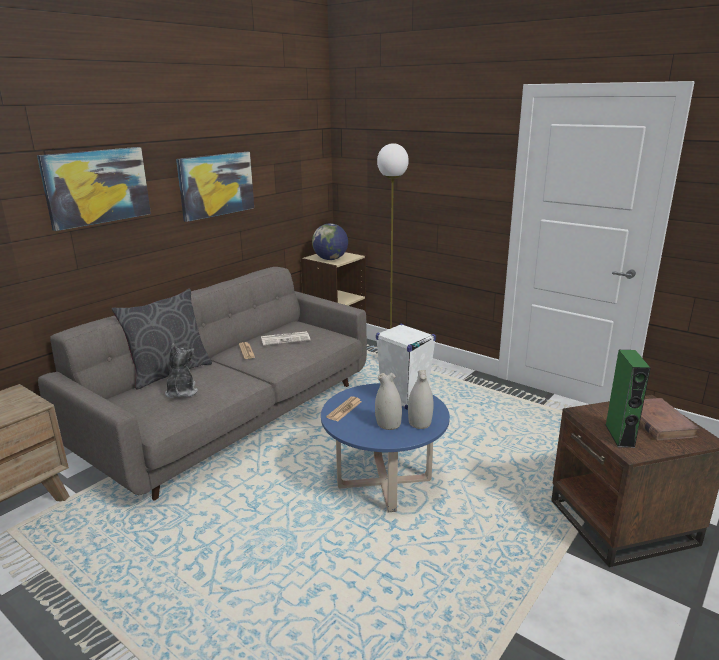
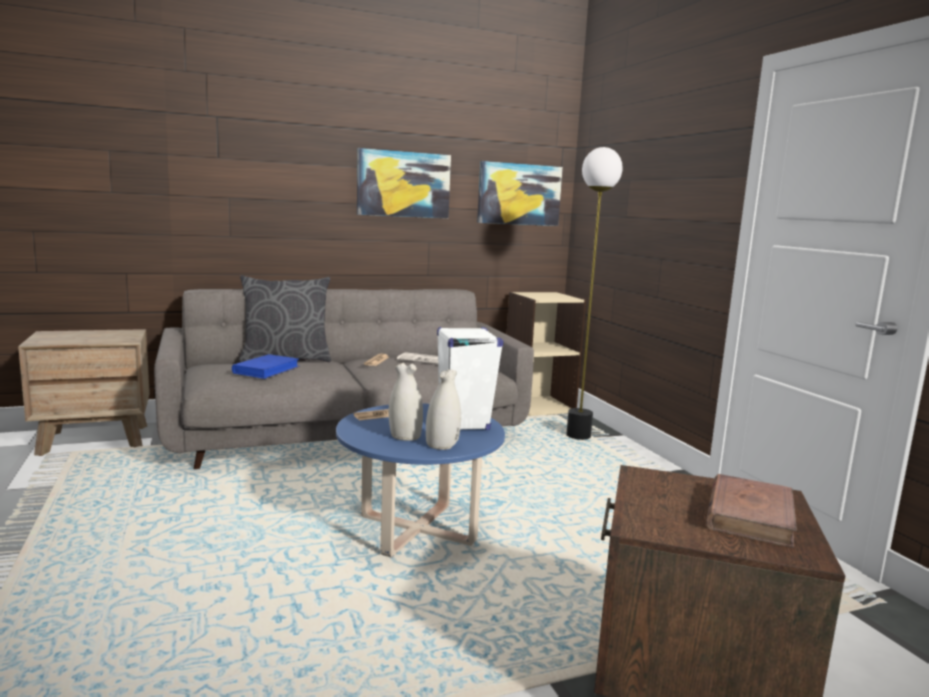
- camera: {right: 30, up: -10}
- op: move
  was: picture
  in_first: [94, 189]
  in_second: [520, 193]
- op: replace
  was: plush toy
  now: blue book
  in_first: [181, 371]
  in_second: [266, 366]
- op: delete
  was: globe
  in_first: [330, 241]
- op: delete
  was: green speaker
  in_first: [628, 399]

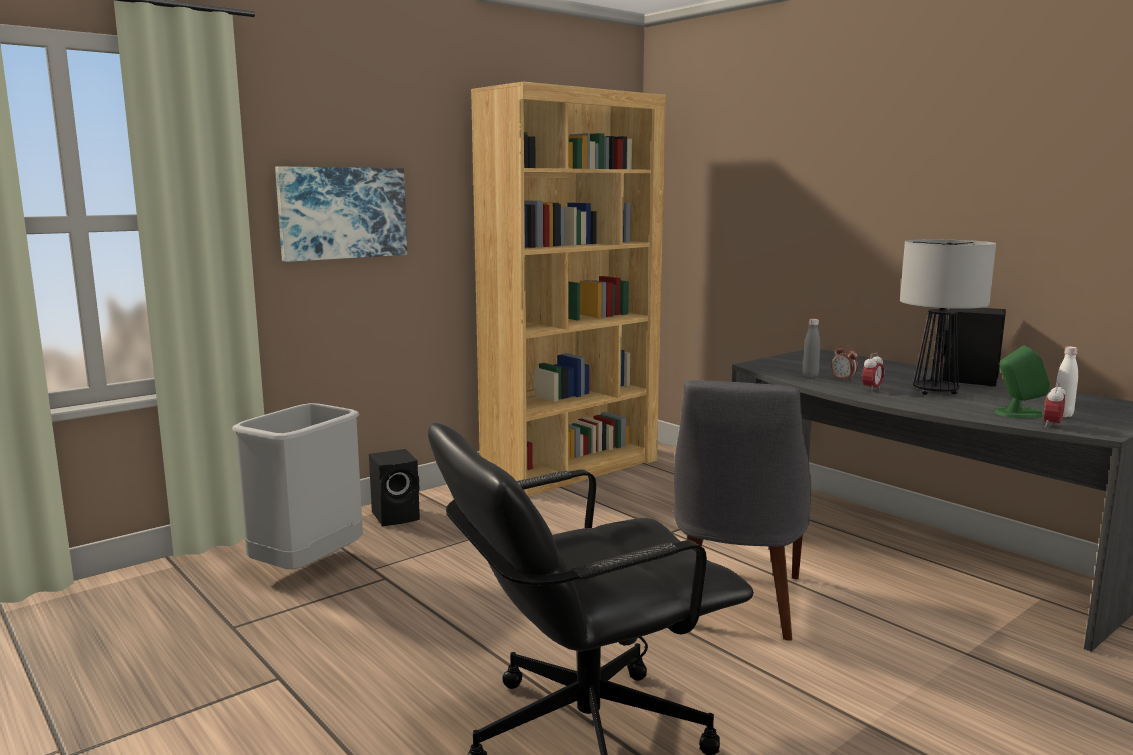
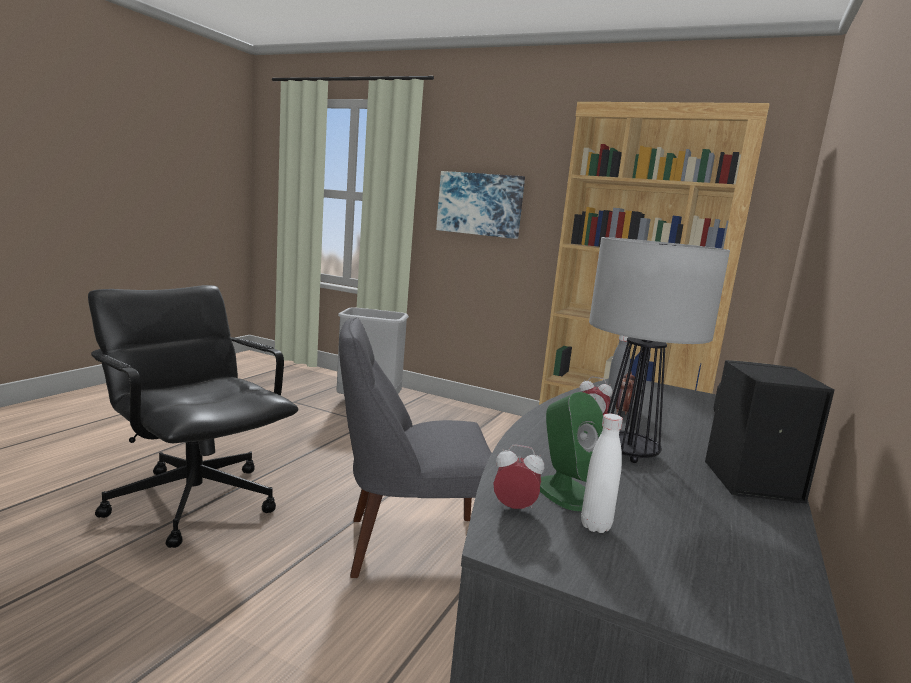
- camera: {right: 65, up: 0}
- op: delete
  was: black speaker
  in_first: [394, 487]

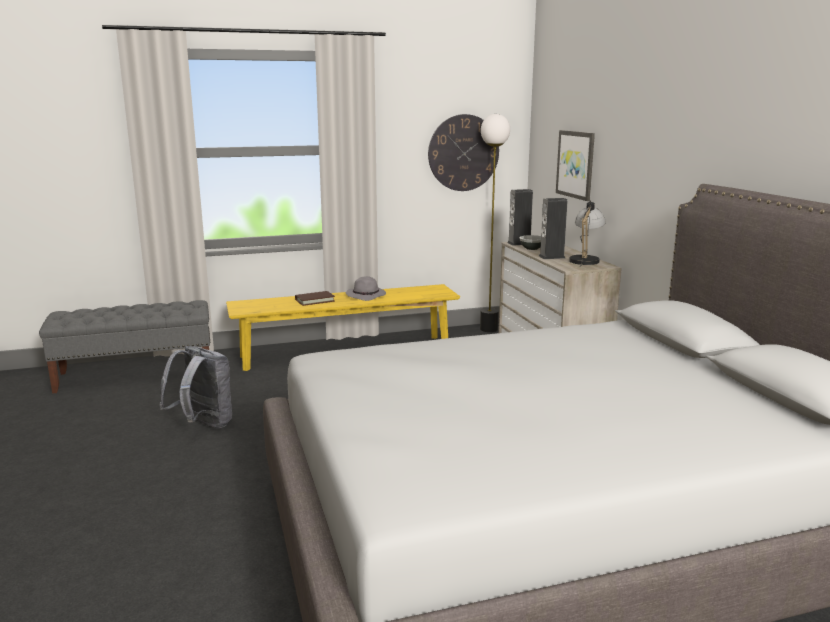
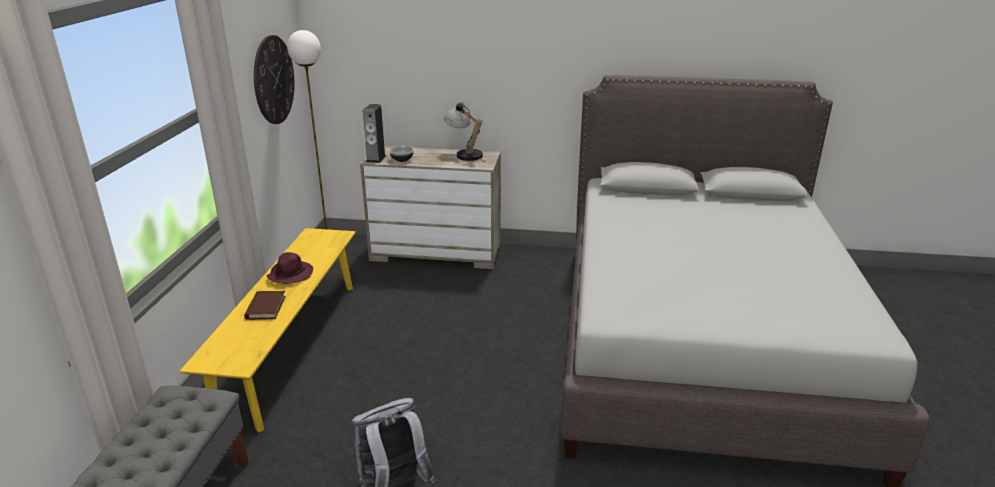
- camera: {right: -65, up: 10}
- op: recolor
  was: grey hat
  now: purple hat
  in_first: [366, 288]
  in_second: [290, 268]
- op: delete
  was: speaker
  in_first: [553, 228]
- op: delete
  was: picture
  in_first: [575, 165]

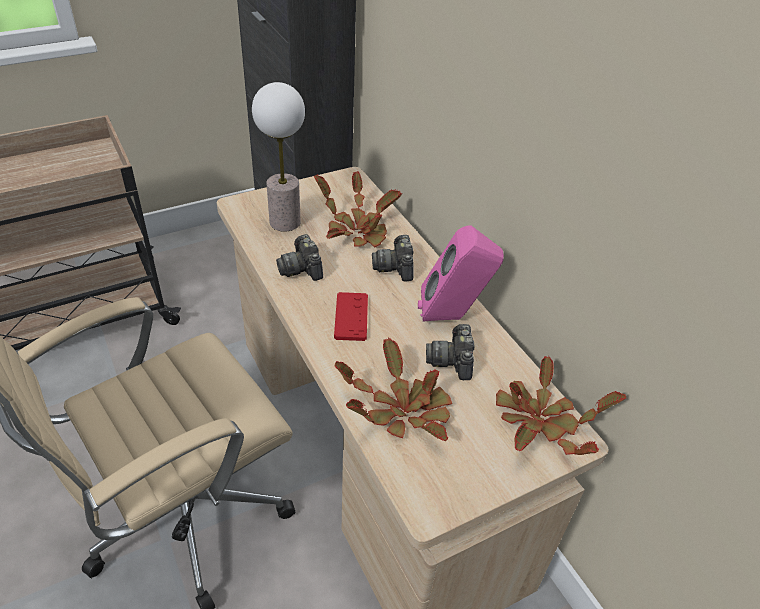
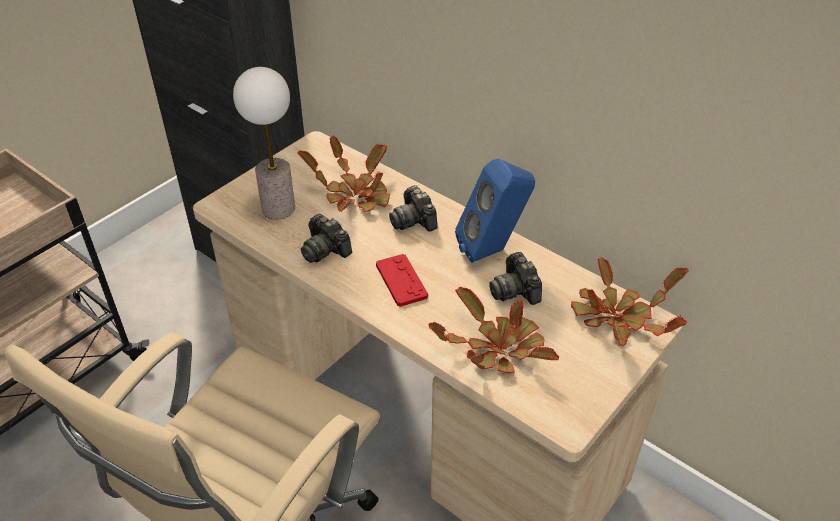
- camera: {right: -20, up: 0}
- op: recolor
  was: pink speaker
  now: blue speaker
  in_first: [461, 273]
  in_second: [495, 211]

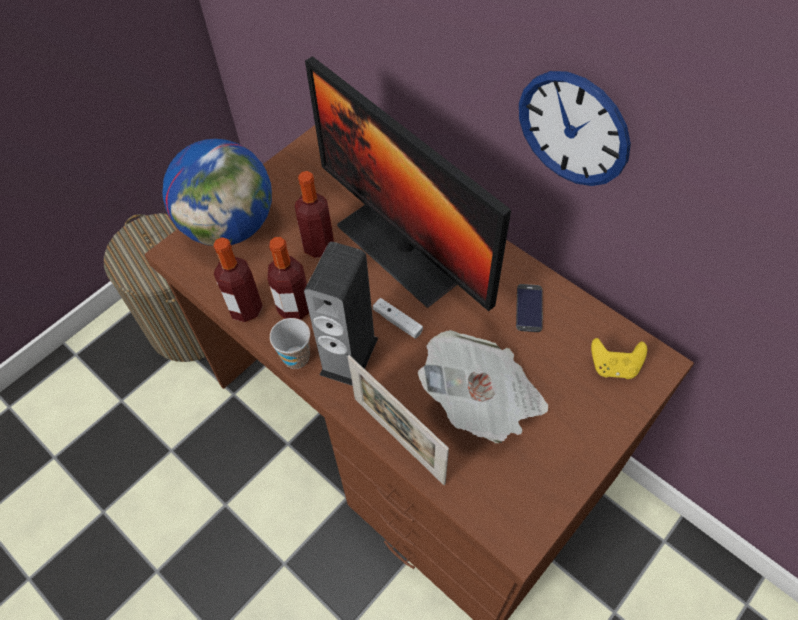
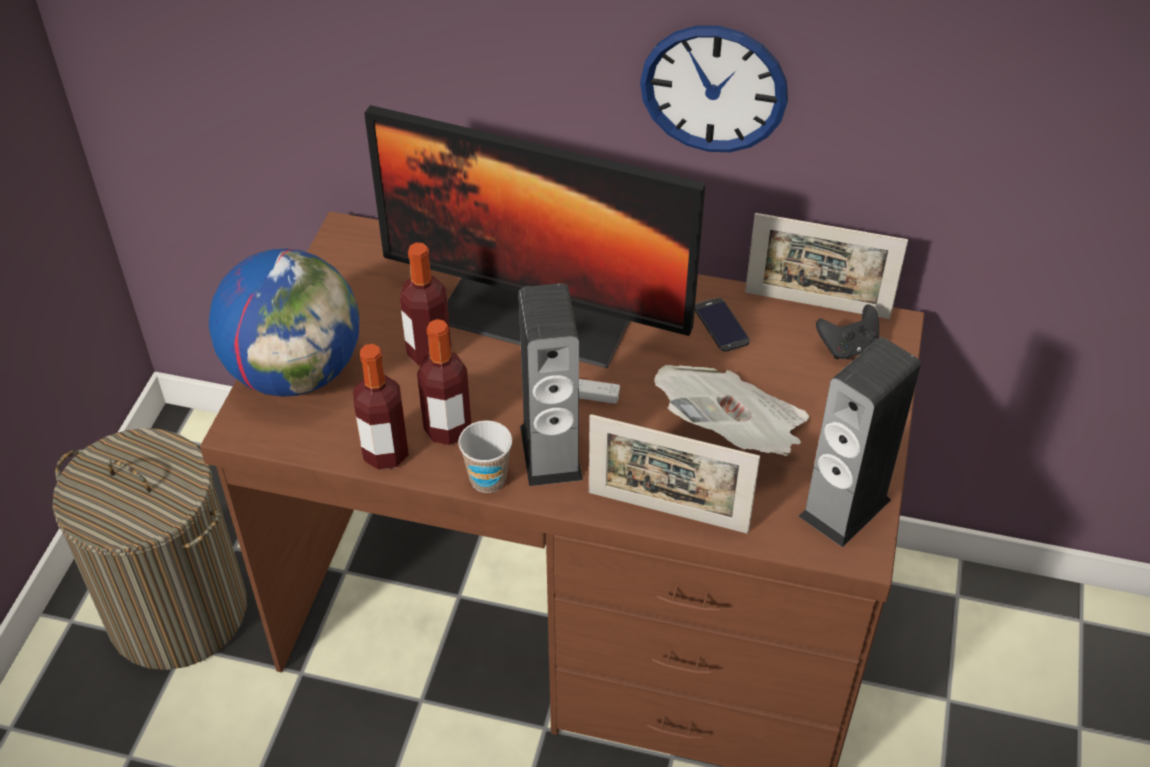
- camera: {right: -30, up: -10}
- op: recolor
  was: yellow game controller
  now: black game controller
  in_first: [619, 358]
  in_second: [847, 331]
- op: insert
  now: picture frame
  in_second: [826, 266]
- op: insert
  now: speaker
  in_second: [859, 442]

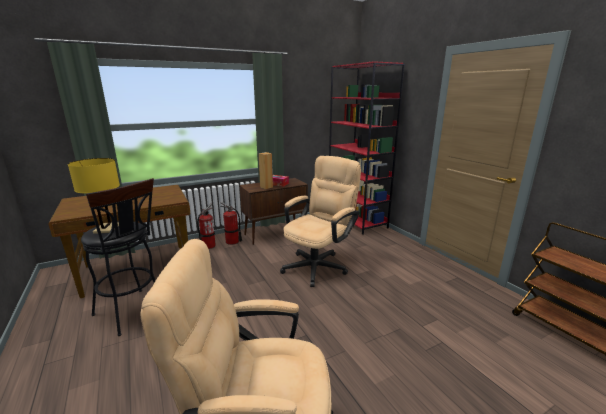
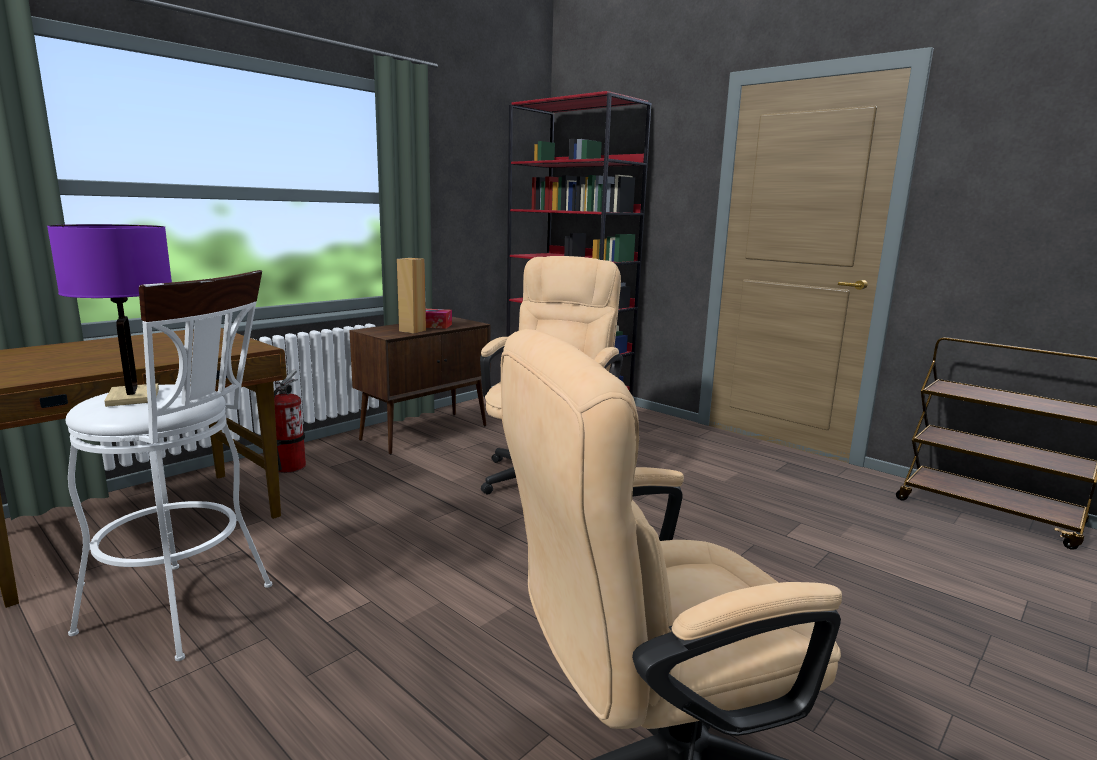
- camera: {right: -20, up: -5}
- op: recolor
  was: yellow table lamp
  now: purple table lamp
  in_first: [94, 196]
  in_second: [109, 315]
- op: recolor
  was: black stool
  now: white stool
  in_first: [118, 257]
  in_second: [168, 465]
- op: delete
  was: fire extinguisher
  in_first: [231, 223]

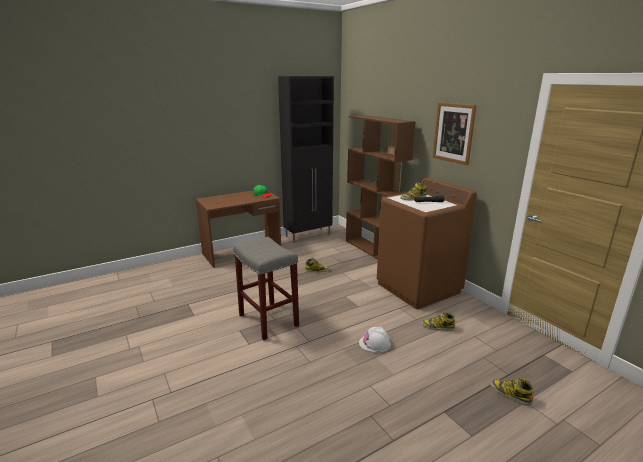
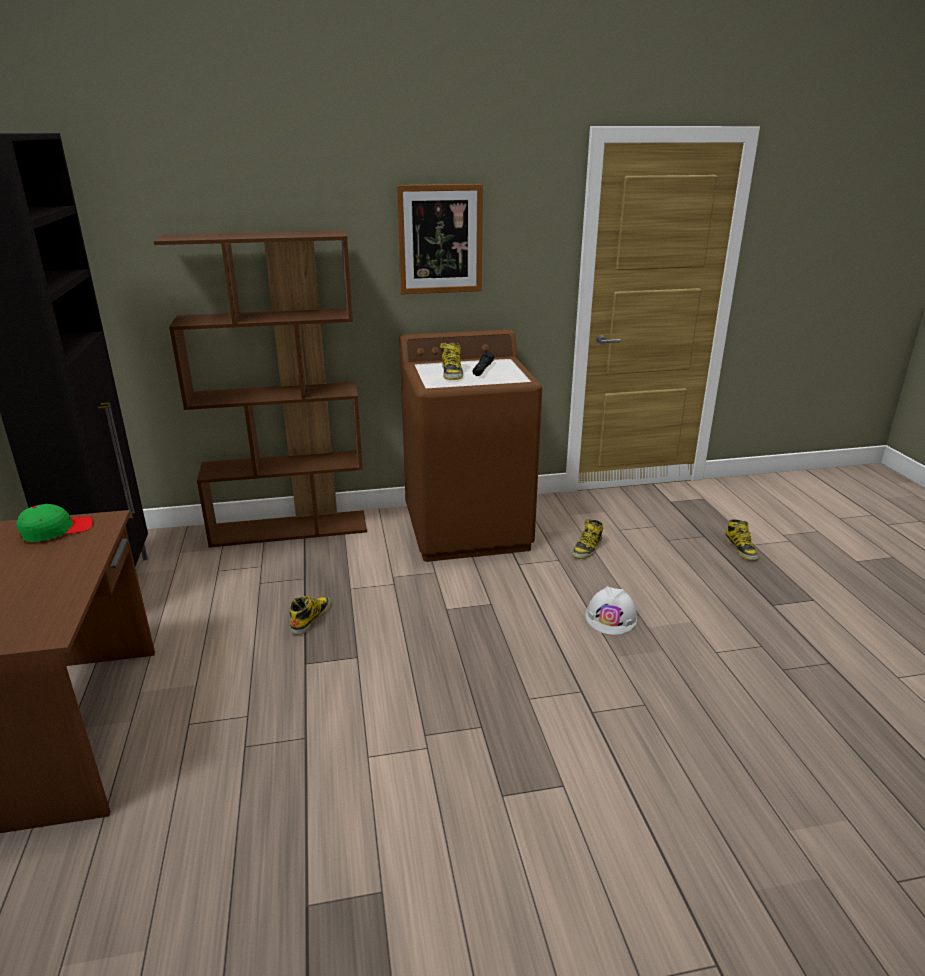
- camera: {right: -70, up: 5}
- op: delete
  was: grey stool
  in_first: [266, 288]
- op: rotate
  was: boot
  in_first: [512, 392]
  in_second: [741, 540]
  clockwise: -75

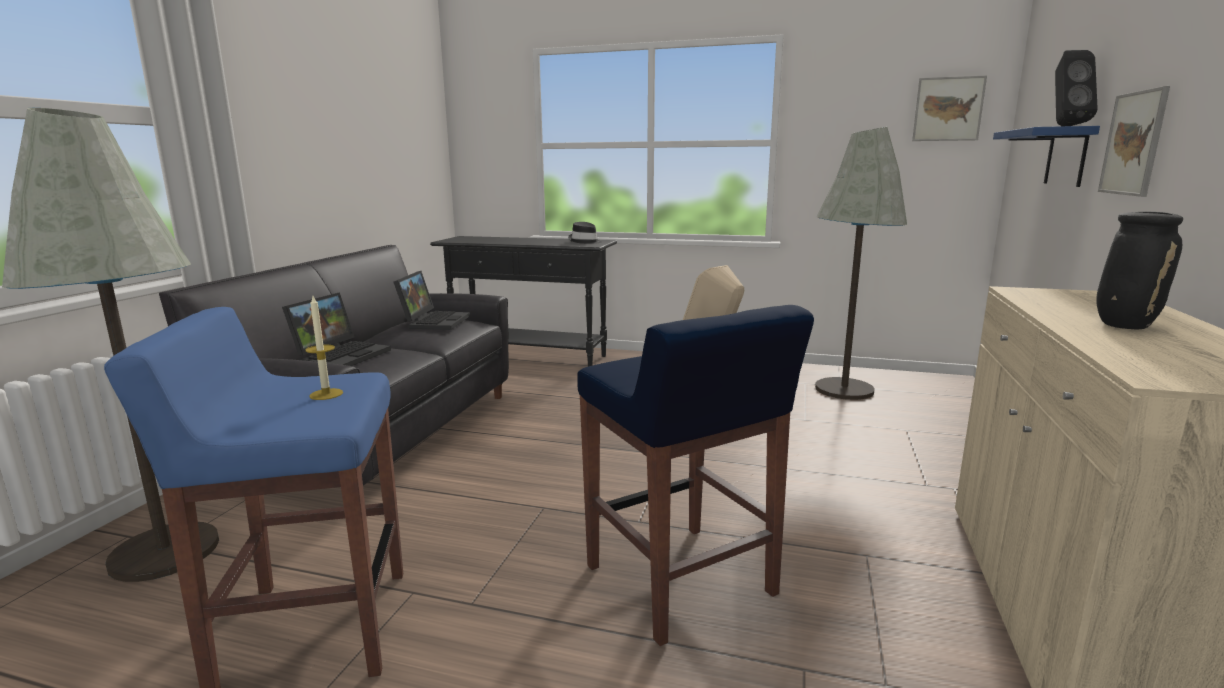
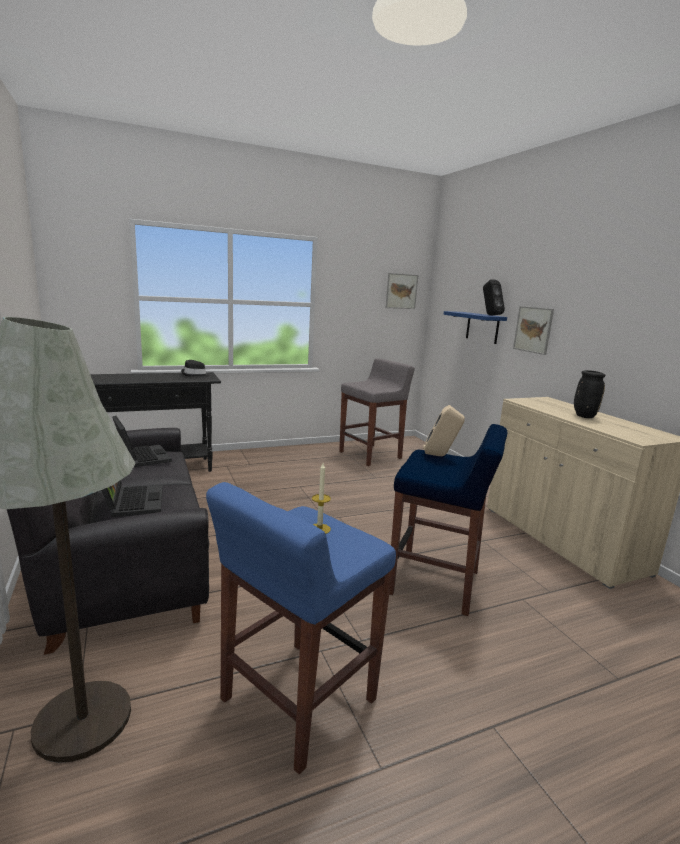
- camera: {right: -40, up: 0}
- op: replace
  was: grey floor lamp
  now: grey stool
  in_first: [861, 263]
  in_second: [377, 412]

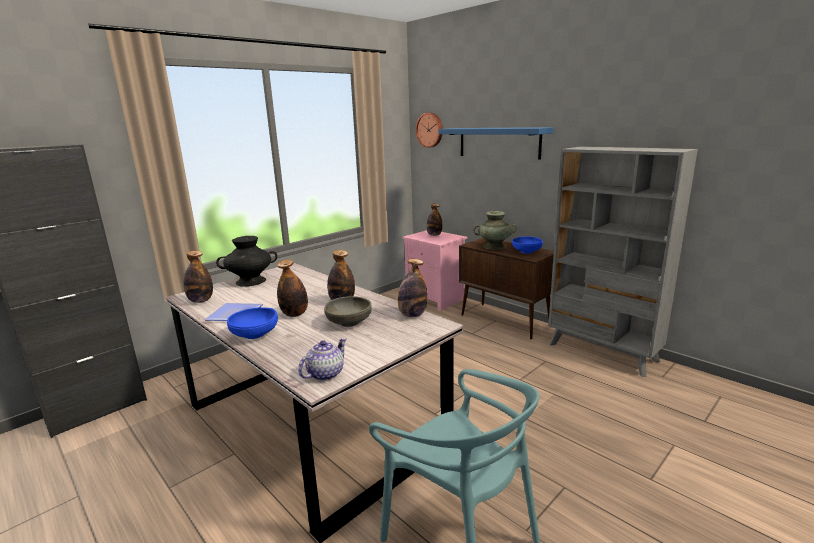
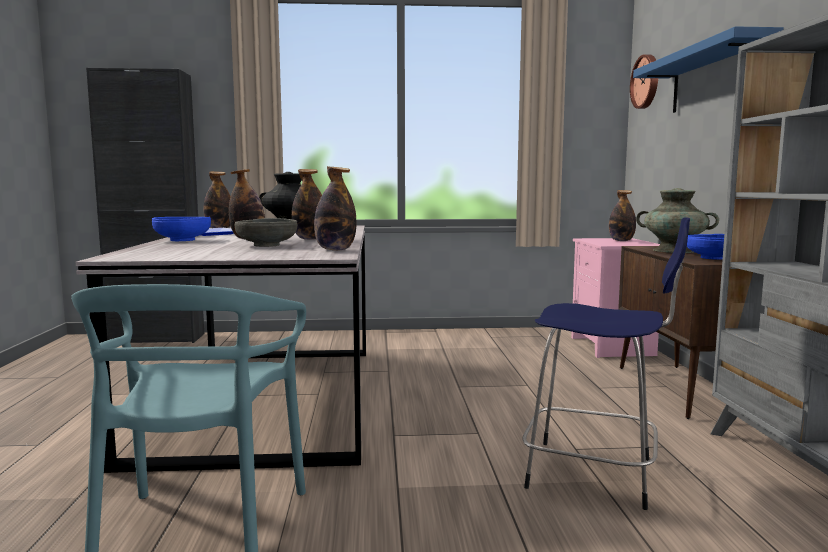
- camera: {right: 40, up: -10}
- op: delete
  was: teapot
  in_first: [322, 359]
- op: insert
  now: blue stool
  in_second: [606, 363]

